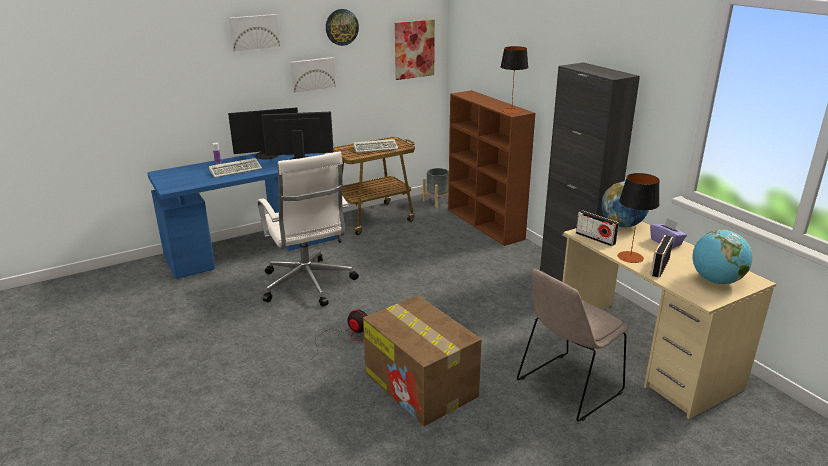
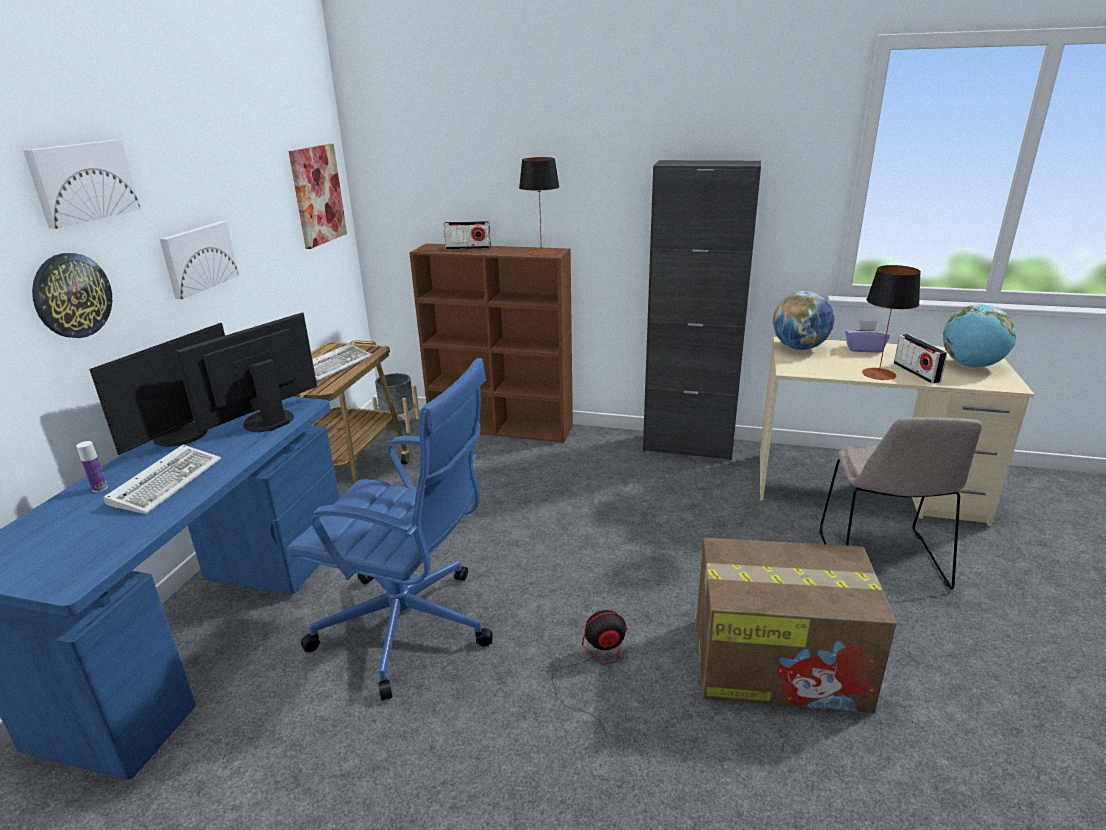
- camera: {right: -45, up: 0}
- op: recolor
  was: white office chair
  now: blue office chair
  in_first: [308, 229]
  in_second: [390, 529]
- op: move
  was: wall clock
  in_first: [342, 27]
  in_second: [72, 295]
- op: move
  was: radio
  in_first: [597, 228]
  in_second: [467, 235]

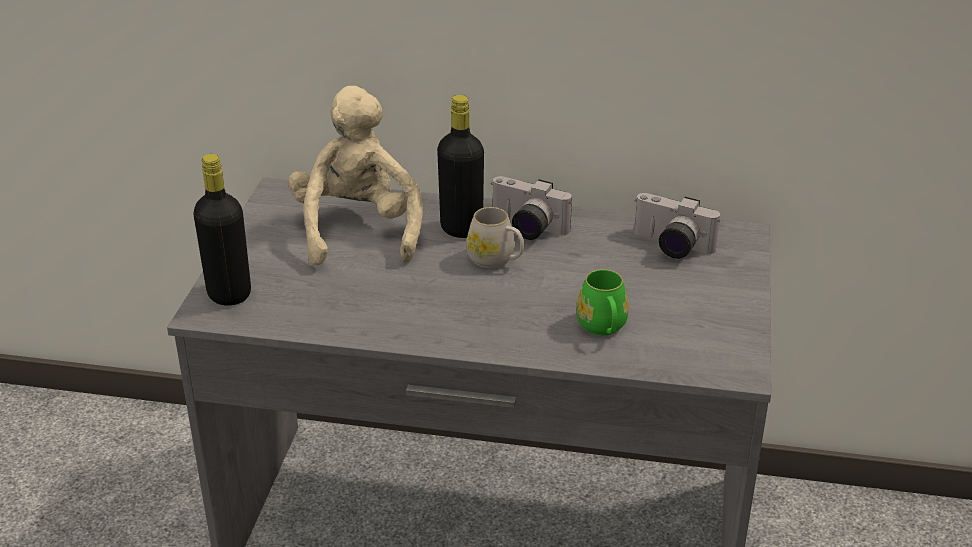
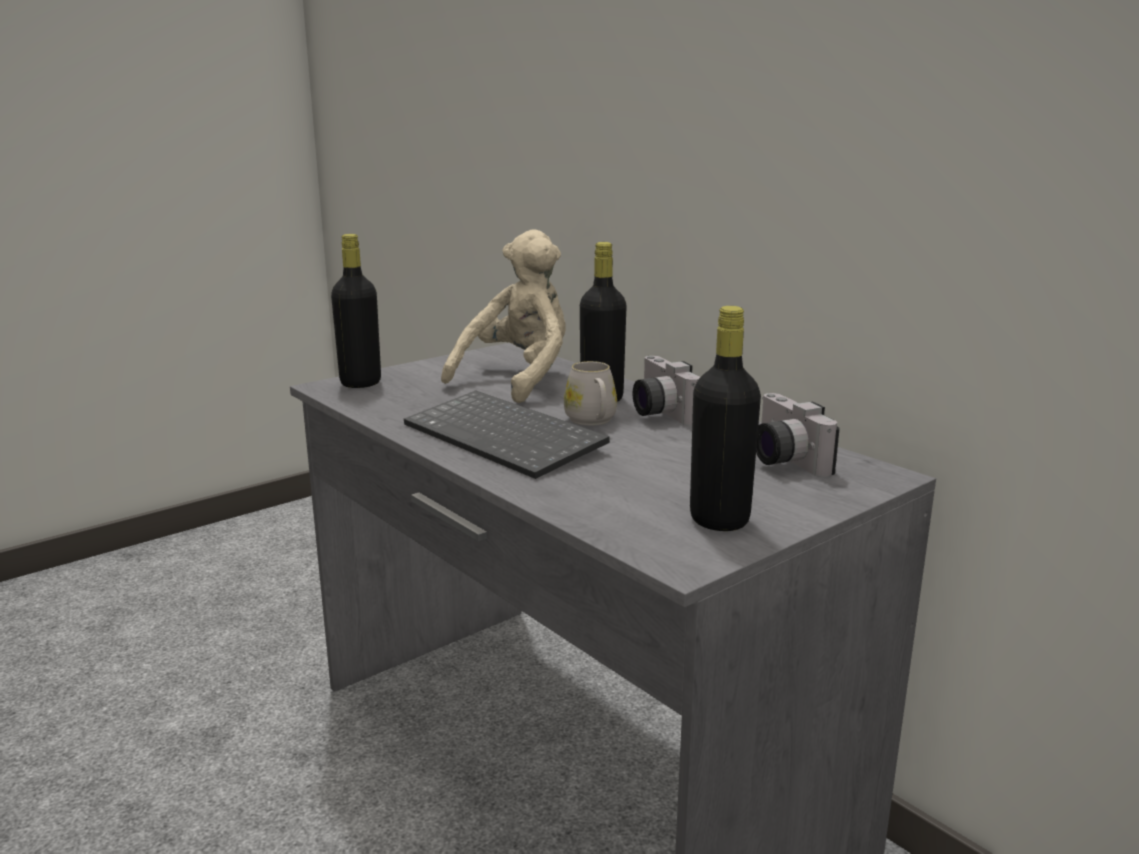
- camera: {right: 40, up: -15}
- op: delete
  was: green mug
  in_first: [602, 302]
- op: insert
  now: keyboard
  in_second: [507, 434]
- op: insert
  now: black bottle
  in_second: [725, 418]

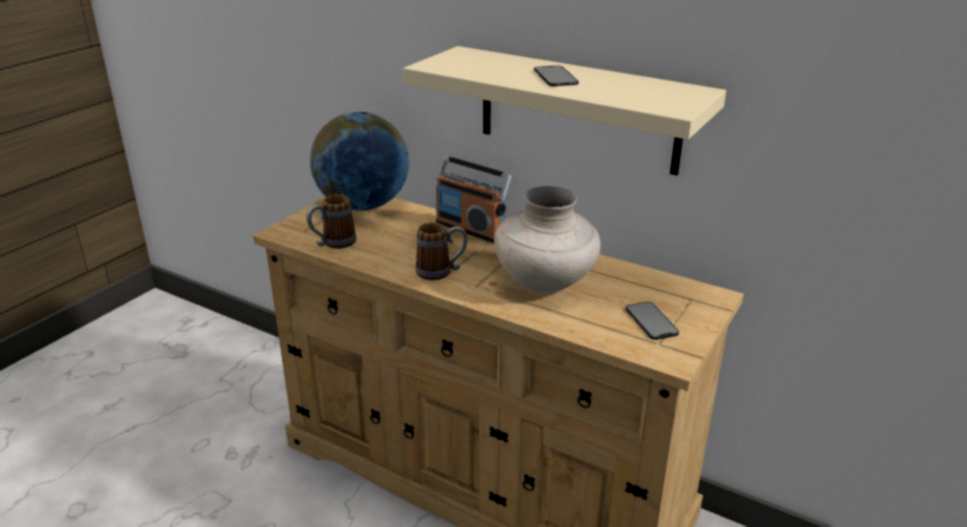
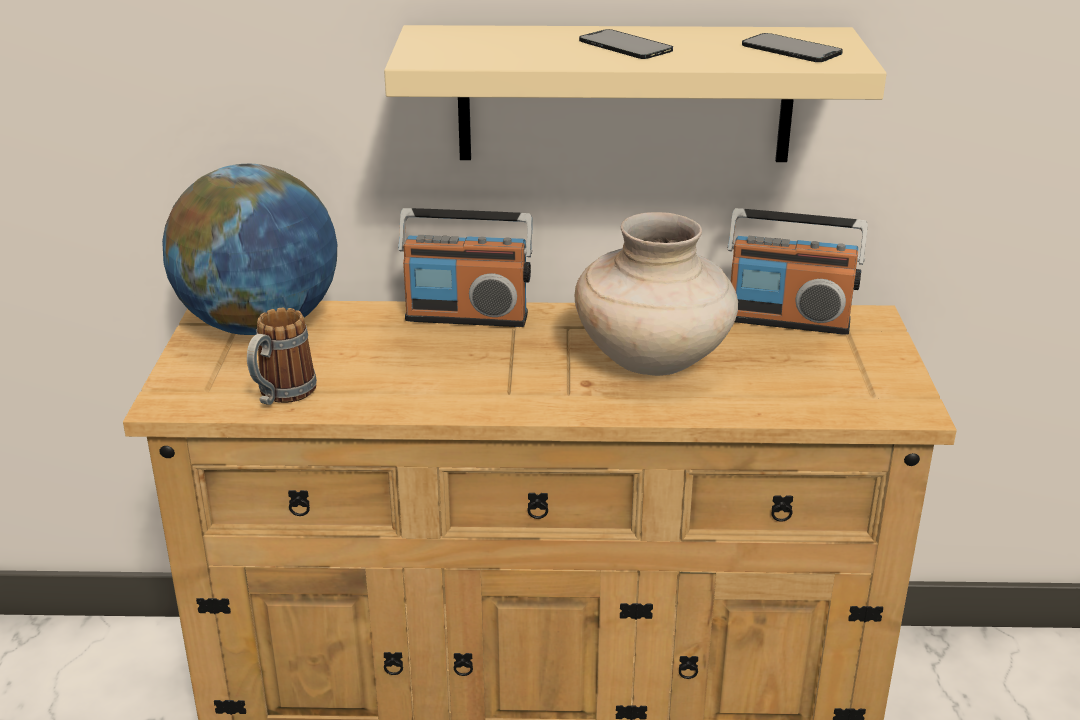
- camera: {right: -30, up: 0}
- op: delete
  was: mug
  in_first: [441, 251]
- op: move
  was: phone
  in_first: [652, 321]
  in_second: [792, 47]
- op: insert
  now: radio
  in_second: [797, 271]

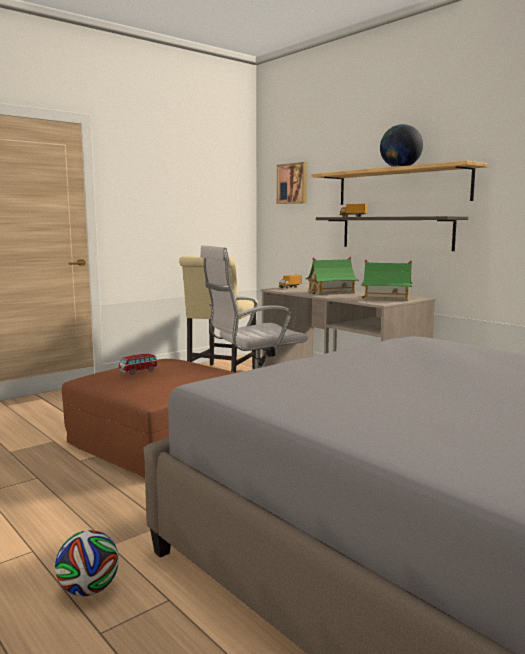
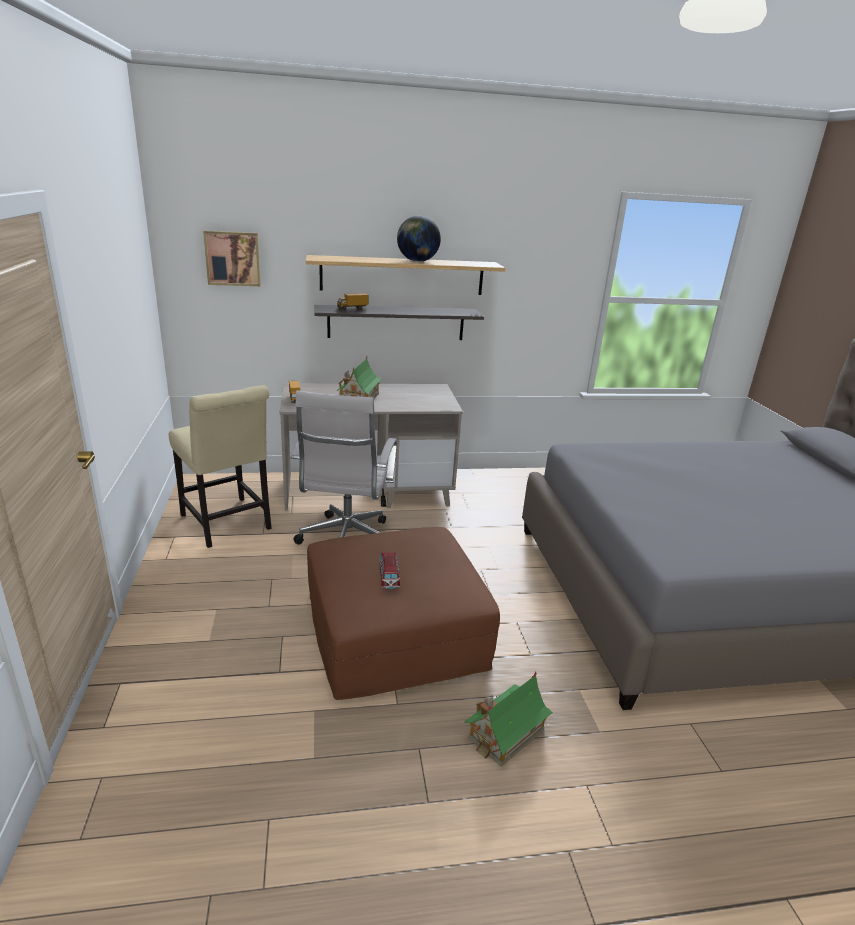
- camera: {right: -60, up: 15}
- op: delete
  was: football
  in_first: [87, 563]
- op: move
  was: toy house
  in_first: [387, 280]
  in_second: [508, 719]

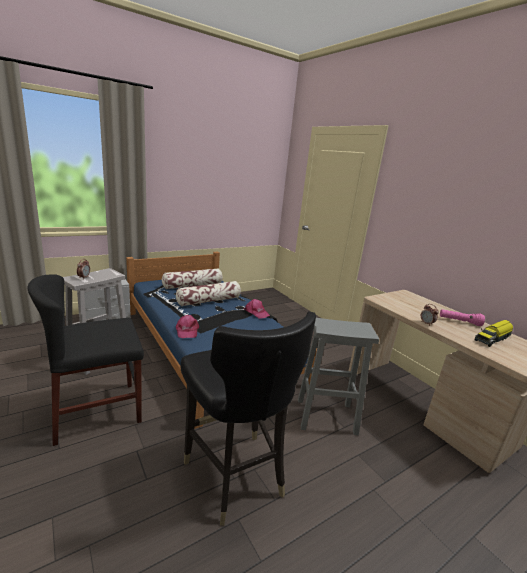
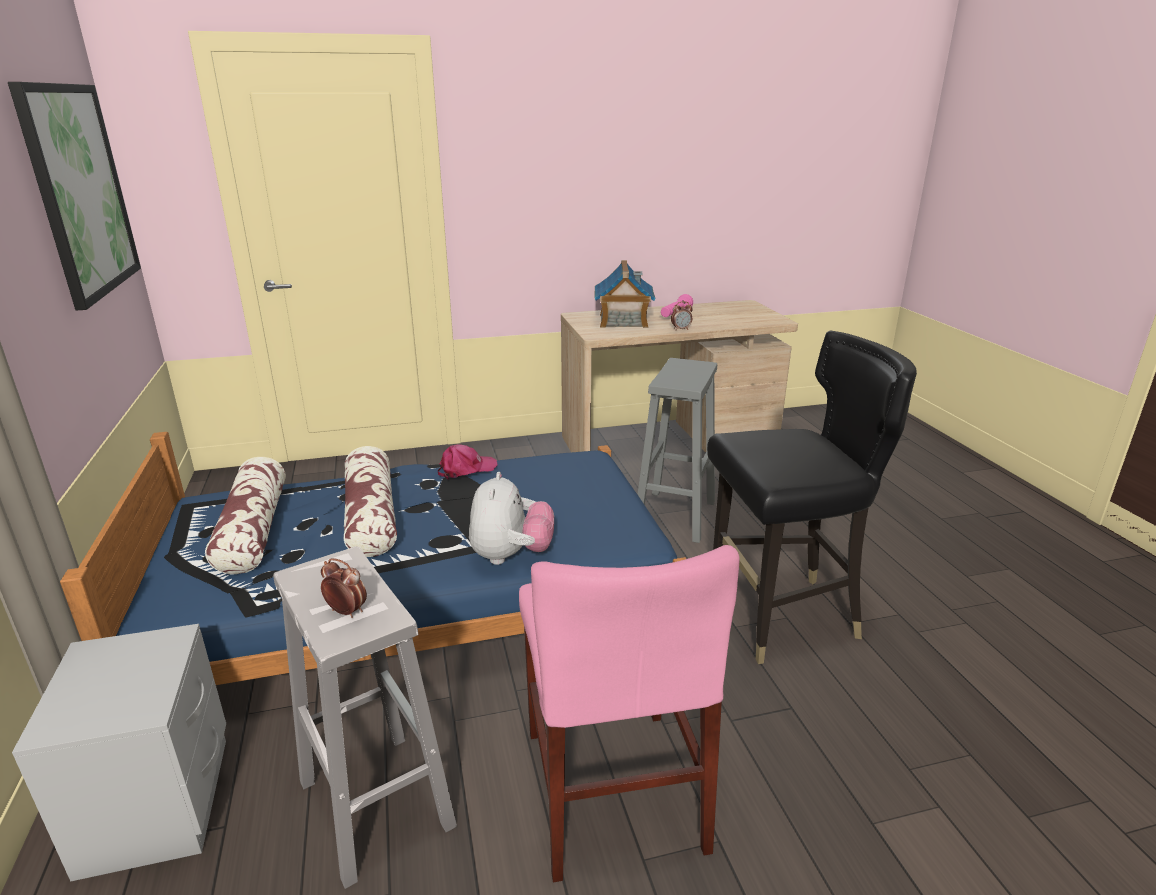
- camera: {right: -70, up: 5}
- op: recolor
  was: black chair
  now: pink chair
  in_first: [85, 360]
  in_second: [629, 713]
- op: replace
  was: pink cap
  now: plush toy
  in_first: [187, 326]
  in_second: [511, 518]
- op: delete
  was: toy truck
  in_first: [494, 333]
- op: insert
  now: picture
  in_second: [74, 196]
- op: insert
  now: toy house
  in_second: [625, 294]

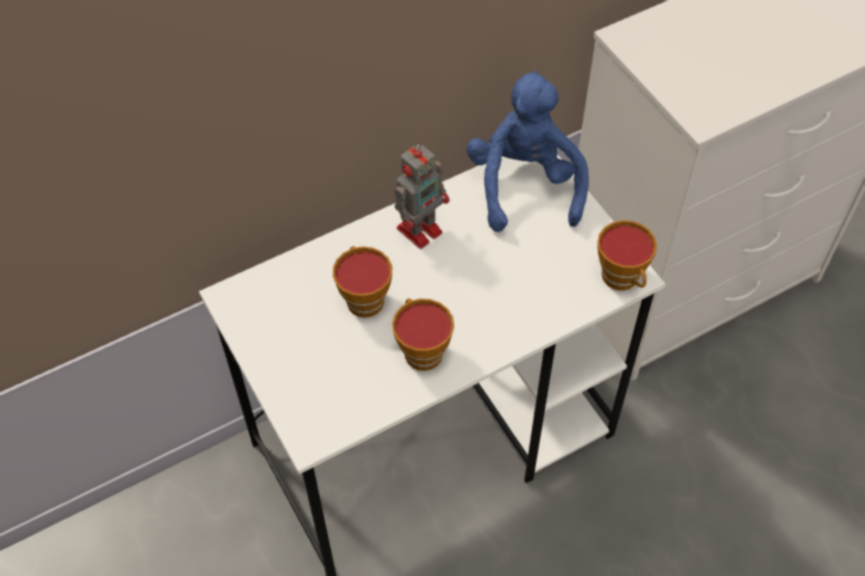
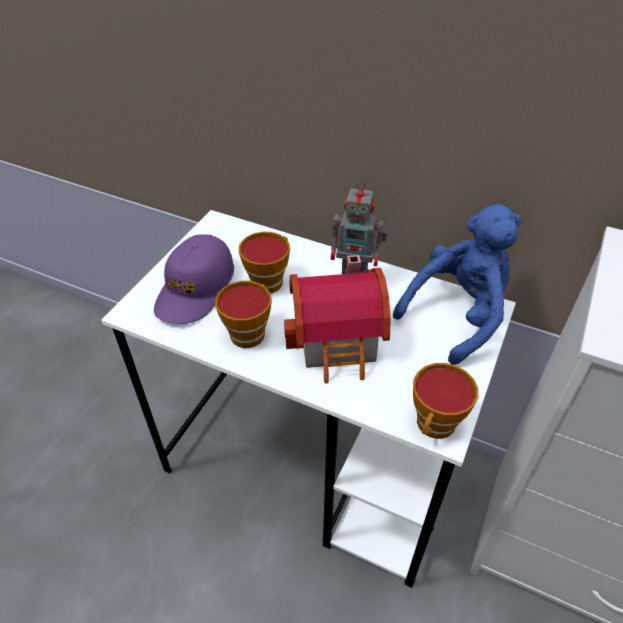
- camera: {right: 55, up: -10}
- op: insert
  now: purple cap
  in_second: [194, 279]
- op: insert
  now: toy house
  in_second: [337, 319]

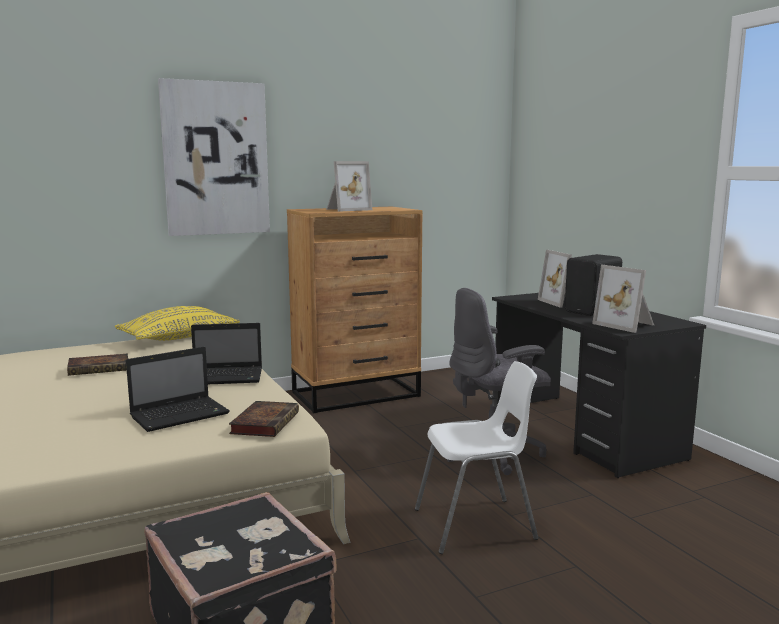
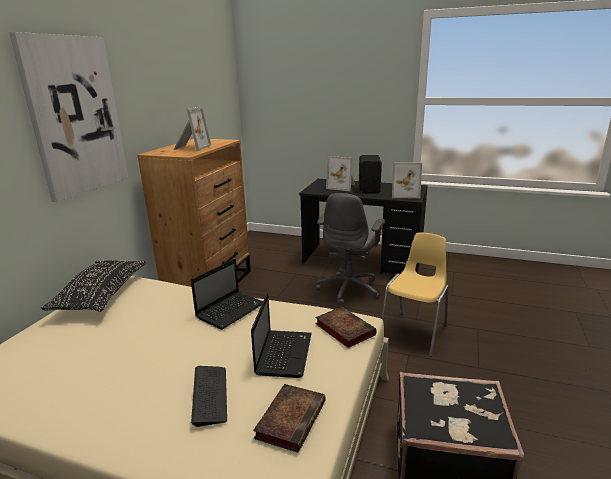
- camera: {right: -45, up: 10}
- op: move
  was: book
  in_first: [97, 365]
  in_second: [289, 418]
- op: recolor
  was: yellow pillow
  now: black pillow
  in_first: [177, 323]
  in_second: [93, 286]
- op: recolor
  was: white chair
  now: yellow chair
  in_first: [476, 457]
  in_second: [415, 295]
- op: insert
  now: keyboard
  in_second: [209, 396]

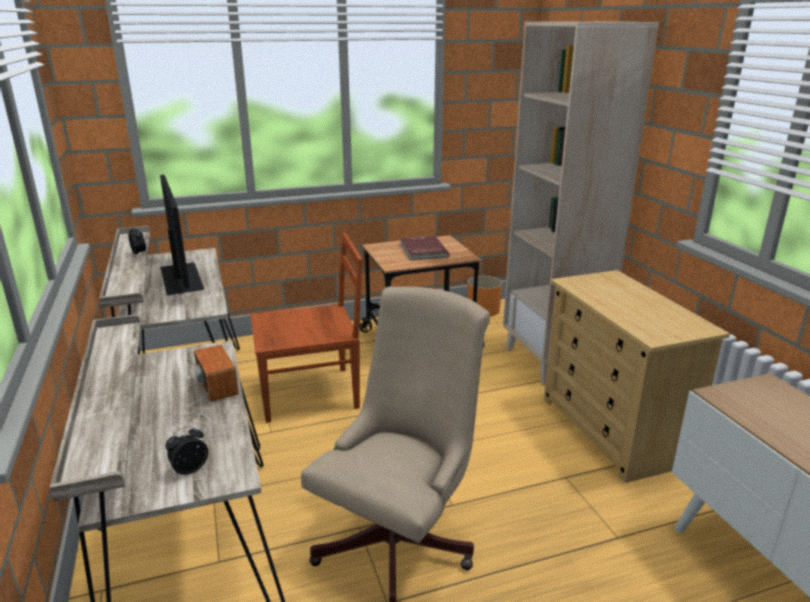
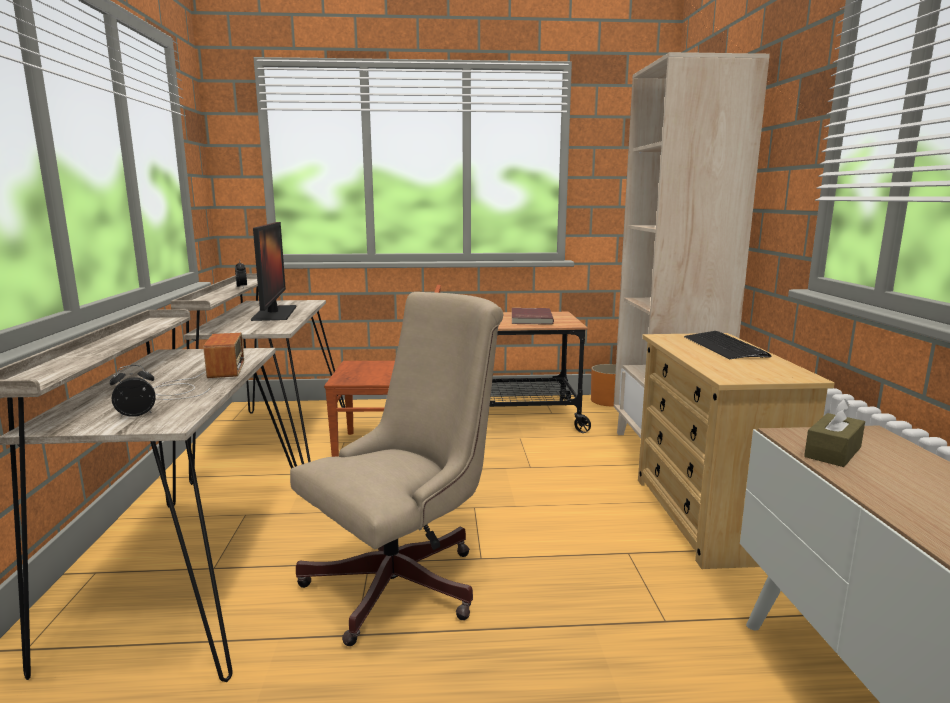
- camera: {right: 15, up: -10}
- op: insert
  now: keyboard
  in_second: [728, 345]
- op: insert
  now: brown tissue box
  in_second: [834, 433]

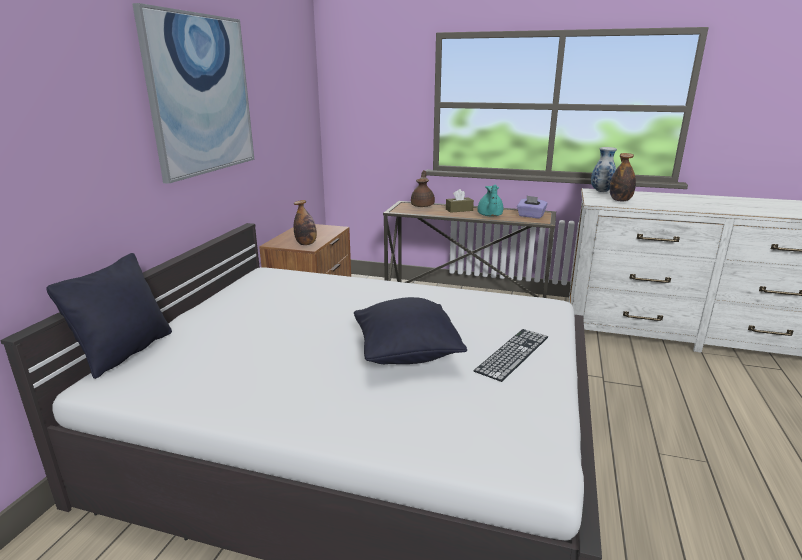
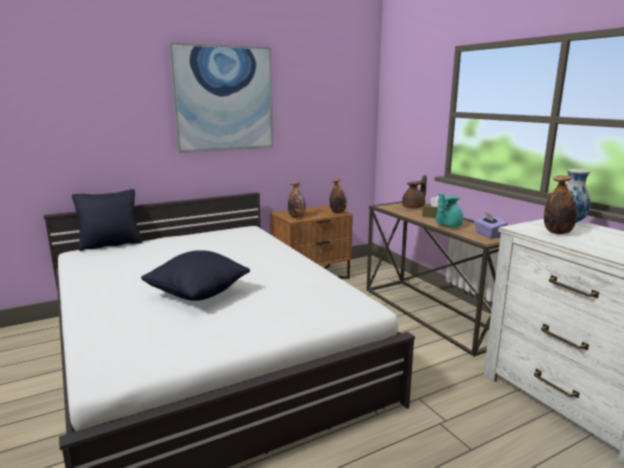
- camera: {right: 45, up: -5}
- op: delete
  was: keyboard
  in_first: [511, 355]
- op: insert
  now: bottle
  in_second: [338, 196]

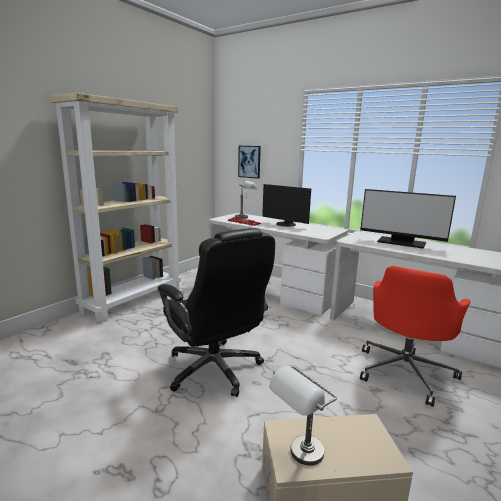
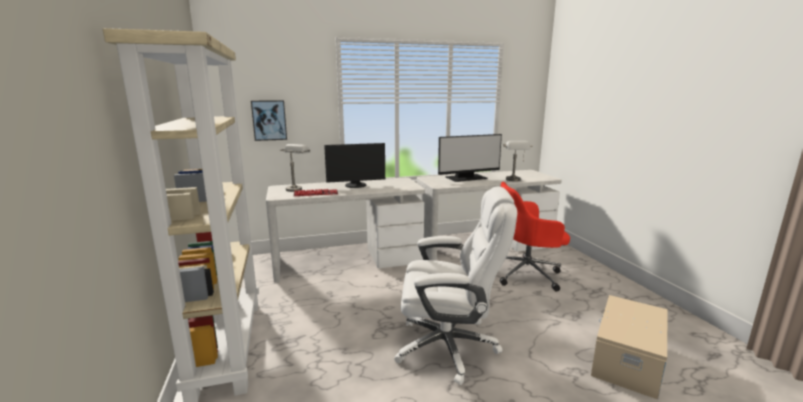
- camera: {right: -50, up: 0}
- op: recolor
  was: black office chair
  now: white office chair
  in_first: [216, 312]
  in_second: [455, 285]
- op: move
  was: grey table lamp
  in_first: [303, 416]
  in_second: [517, 161]
- op: rotate
  was: red office chair
  in_first: [415, 336]
  in_second: [535, 237]
  clockwise: 105

